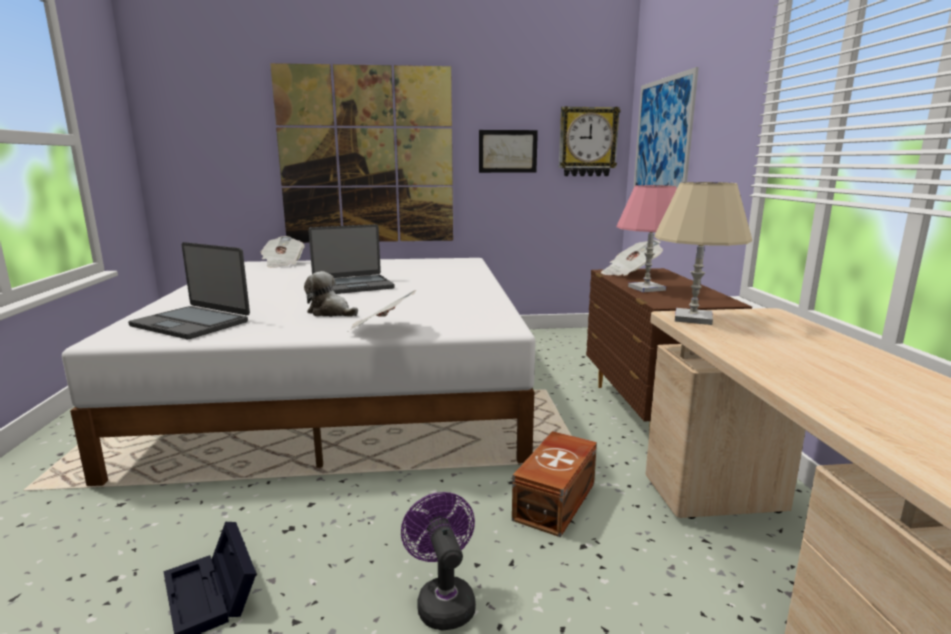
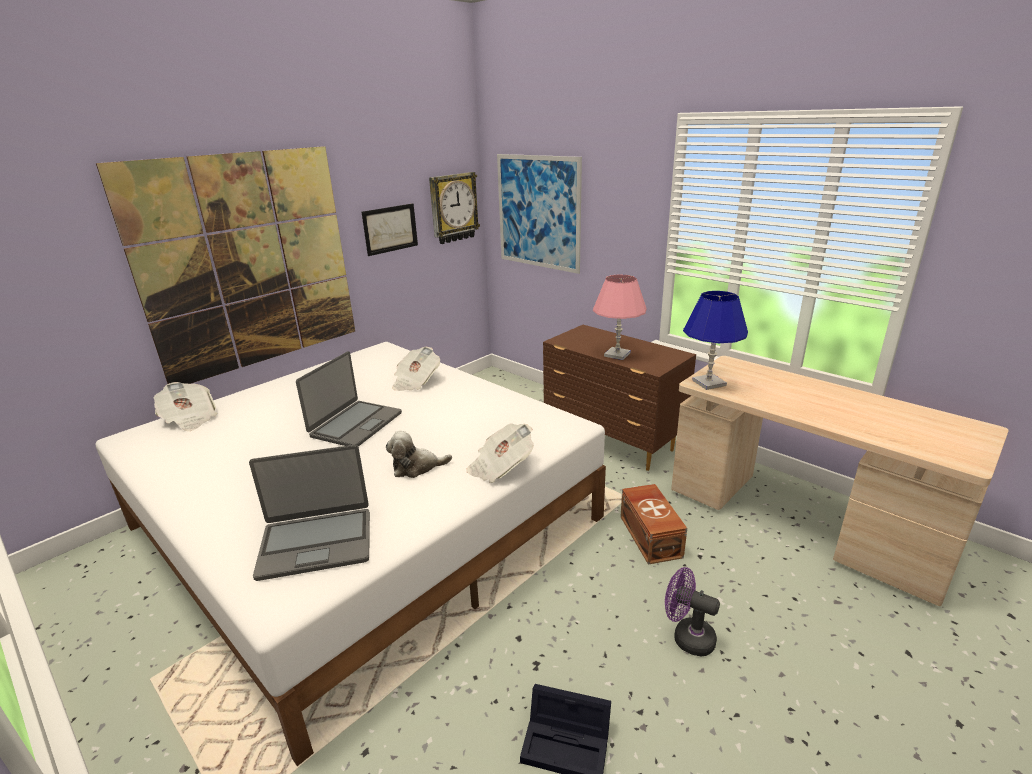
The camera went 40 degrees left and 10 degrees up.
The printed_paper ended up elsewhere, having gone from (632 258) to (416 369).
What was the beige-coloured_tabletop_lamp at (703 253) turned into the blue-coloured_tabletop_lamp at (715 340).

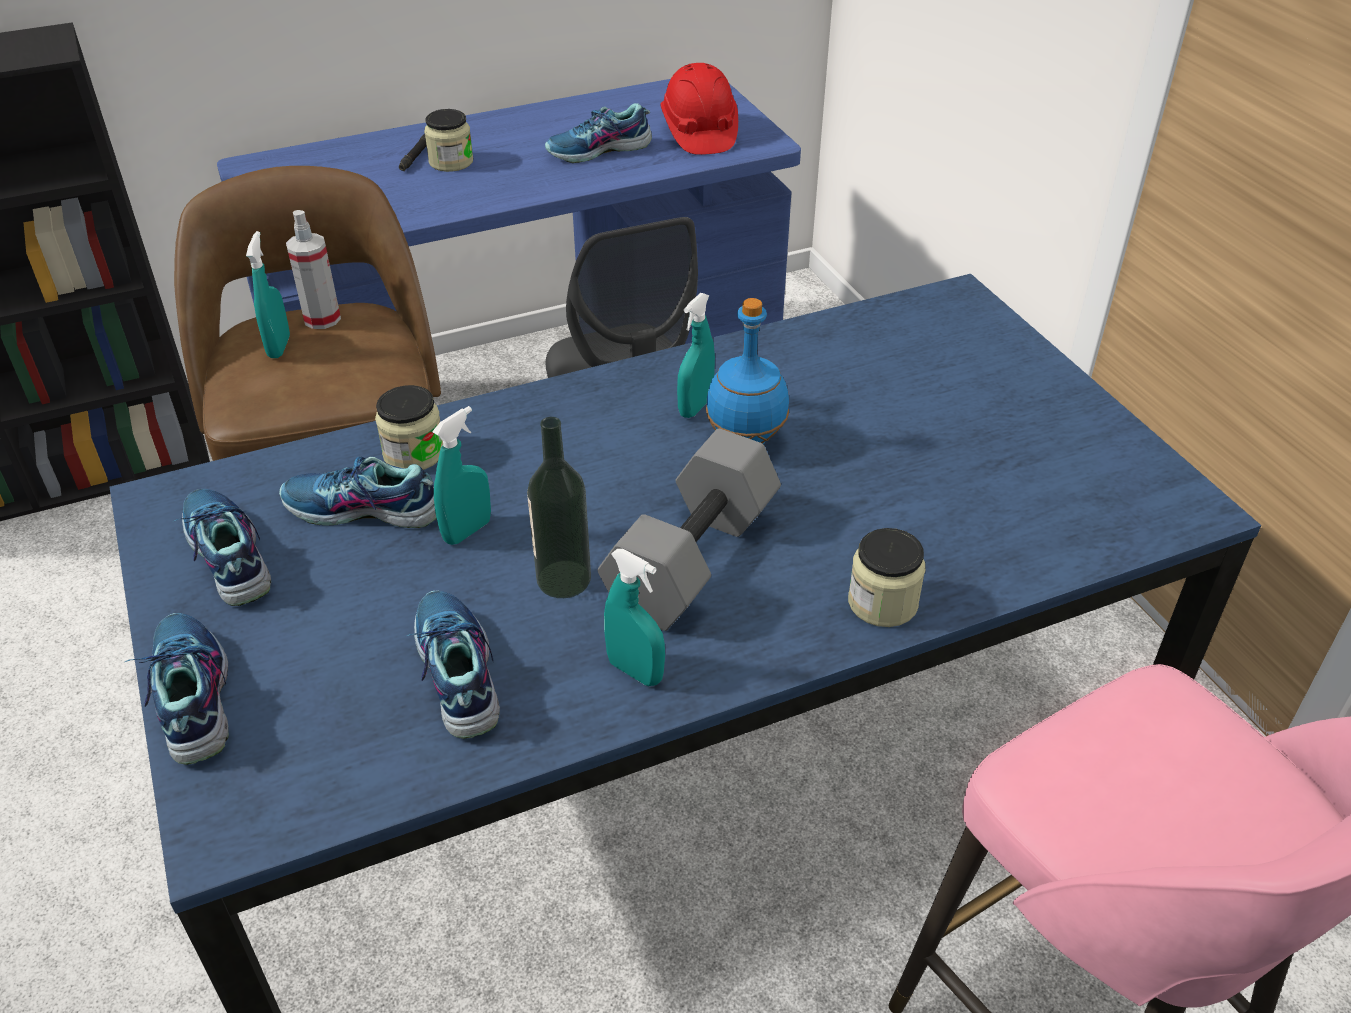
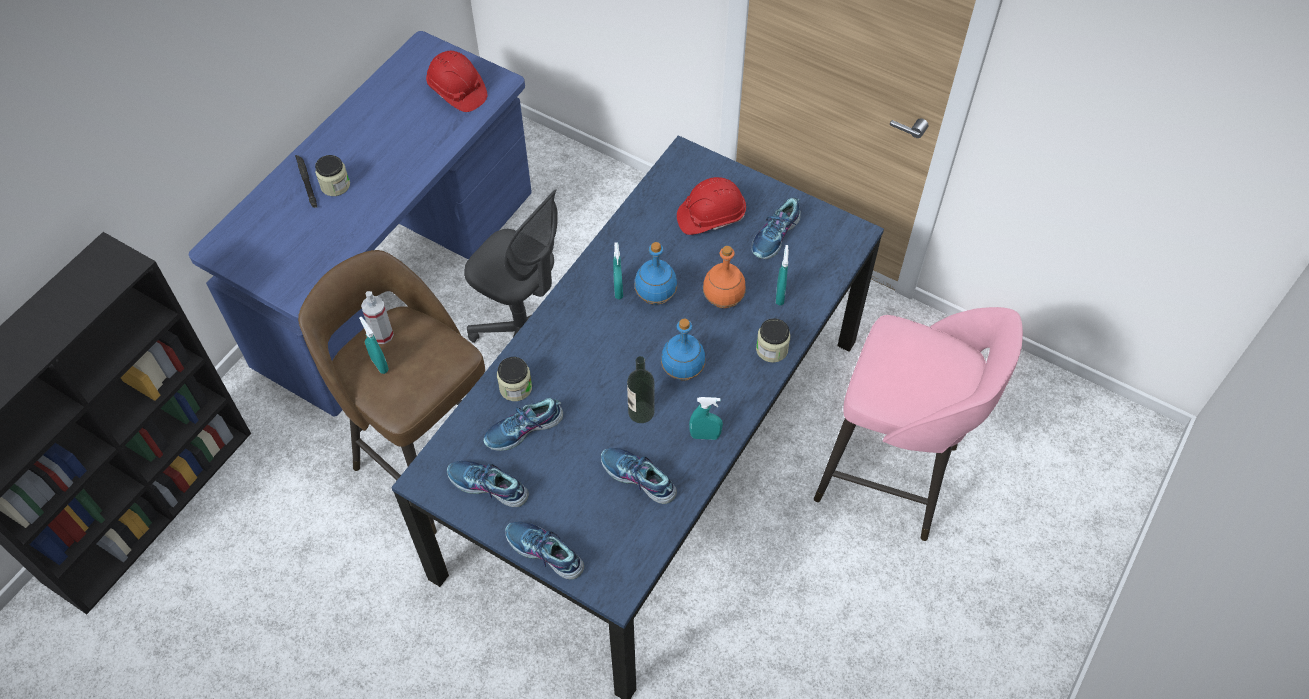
The camera went 35 degrees left and 15 degrees up.
The turquoise_hand_sprayer ended up elsewhere, having gone from (461 475) to (782 275).
The item_of_footwear ended up elsewhere, having gone from (598 133) to (776 228).
Where the gray_dumbbell stood at (689 530), the blue-coloured_beverage_bottle came to stand at (683 350).
The second view gained the reddish_work_helmet at (711 206).
The second view gained the orangey_beverage_bottle at (724 277).

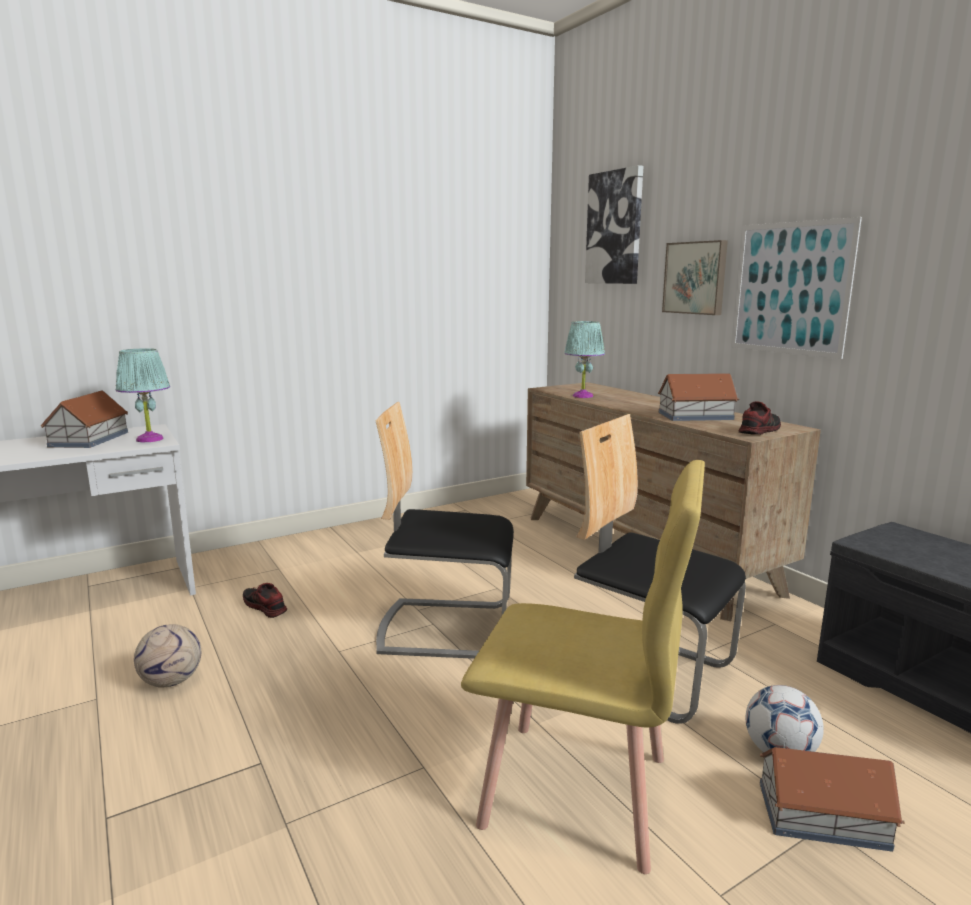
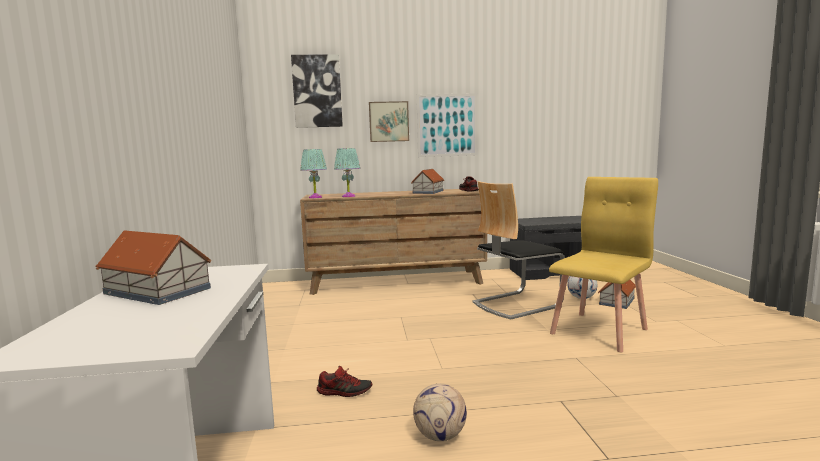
The camera went 65 degrees left and 5 degrees down.
The turquoise_tabletop_lamp ended up elsewhere, having gone from (143 395) to (314 173).
The item_of_footwear at (265 600) ended up facing another way, 150 degrees counterclockwise from before.
The second view lost the chair at (445 530).

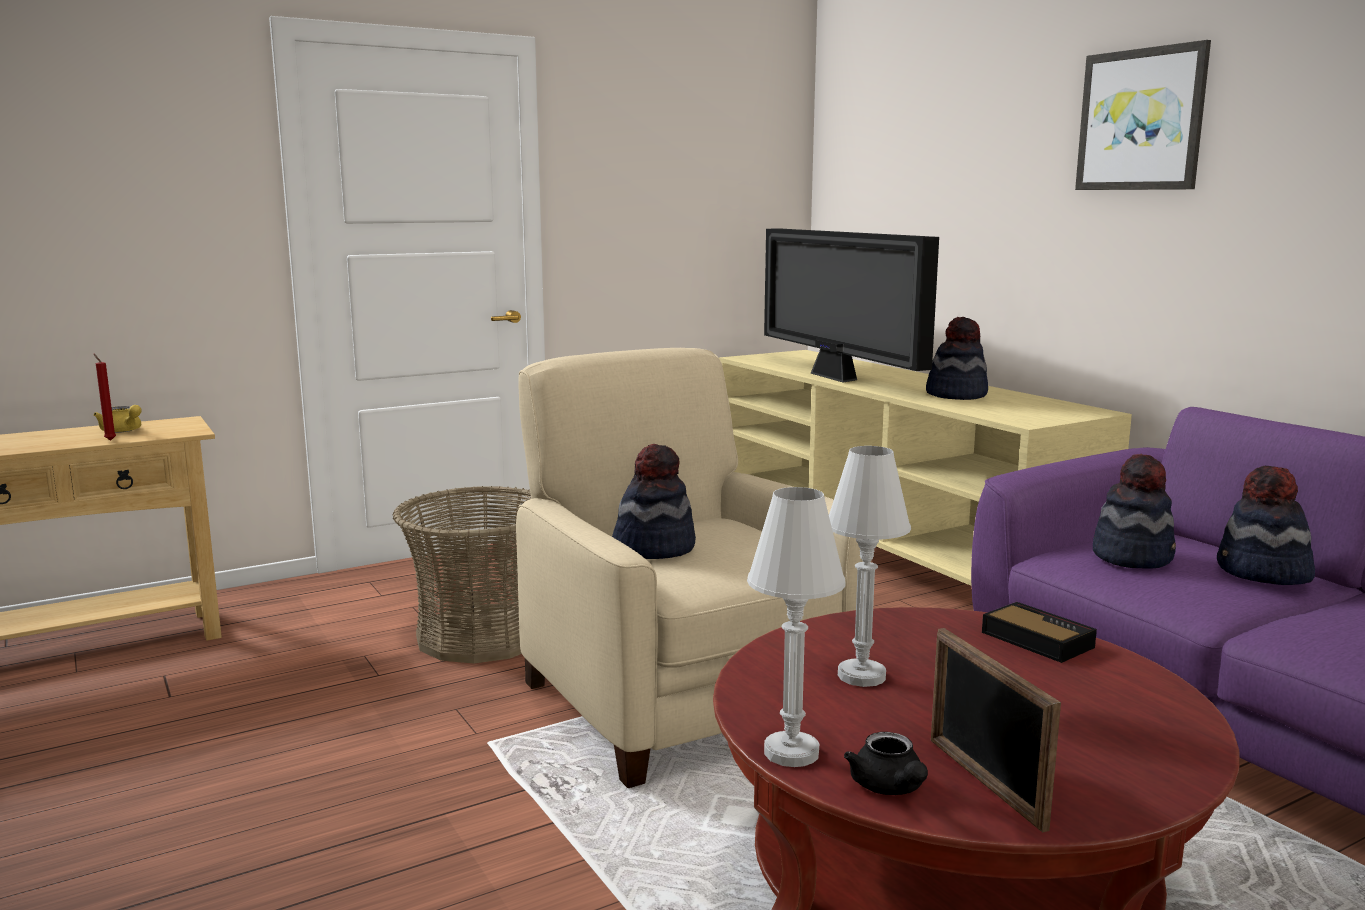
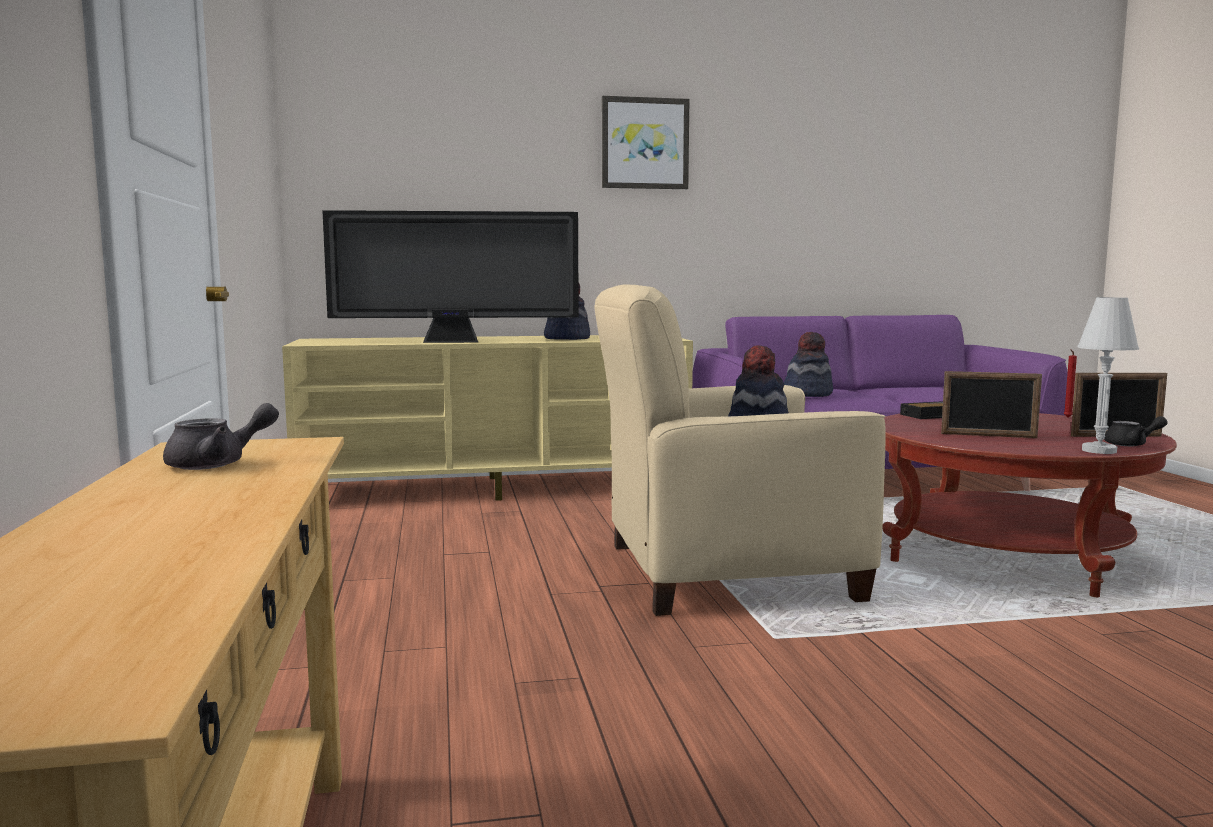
The camera went 70 degrees left and 5 degrees down.
The reddish_candle ended up elsewhere, having gone from (105 397) to (1070 383).
What was the yellow-coloured_teapot at (118 419) turned into the gray_teapot at (221 436).
The second view lost the storage_basket at (462 574).
Where the white_tabletop_lamp stood at (870 566), the photo_frame came to stand at (991 404).
The second view lost the hat at (1266 525).

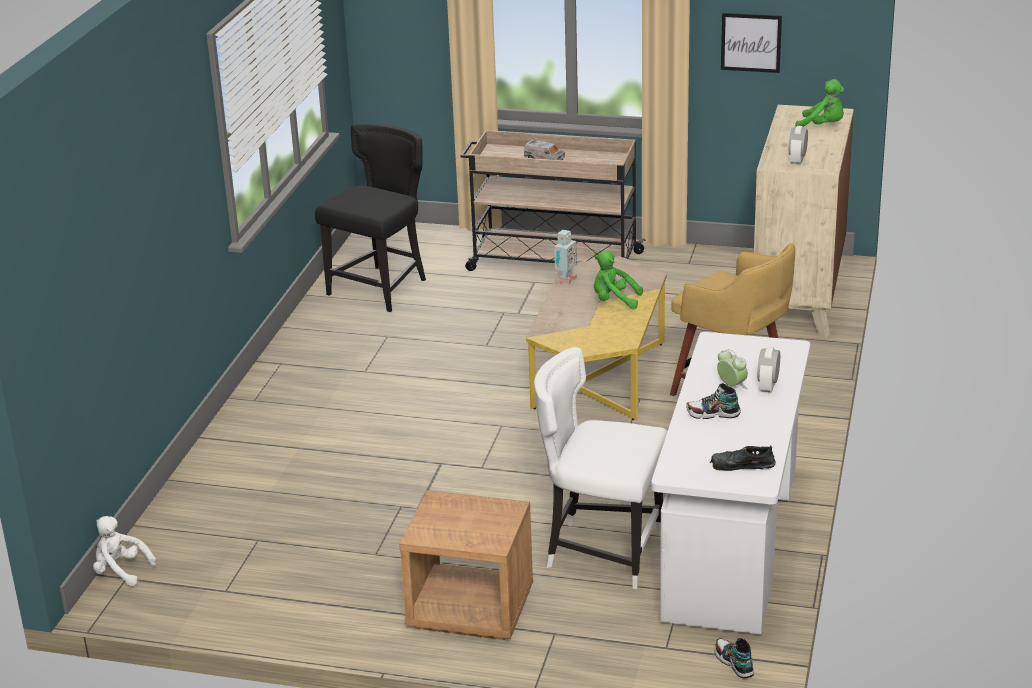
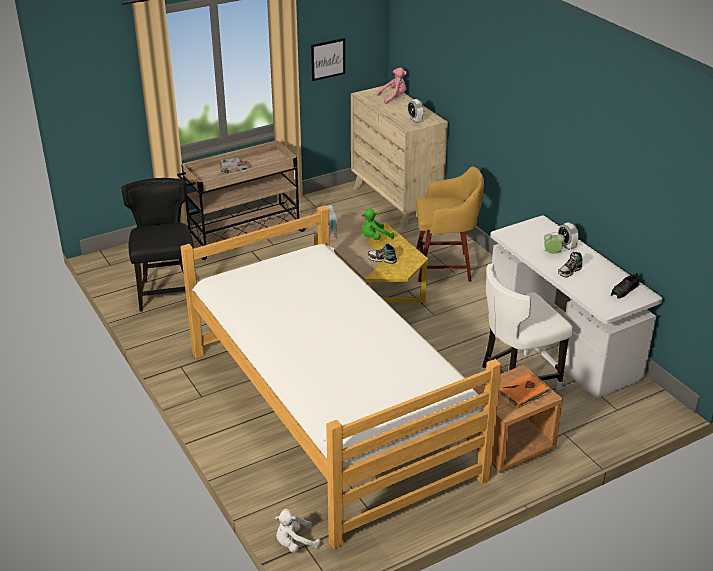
The camera went 45 degrees left and 5 degrees up.
The item_of_footwear ended up elsewhere, having gone from (734 658) to (382 254).
What was the green_plush_toy at (820 103) turned into the pink-coloured_plush_toy at (392 86).
The second view gained the bedroom_bed at (341 377).
The second view gained the orangey_volume at (525 390).

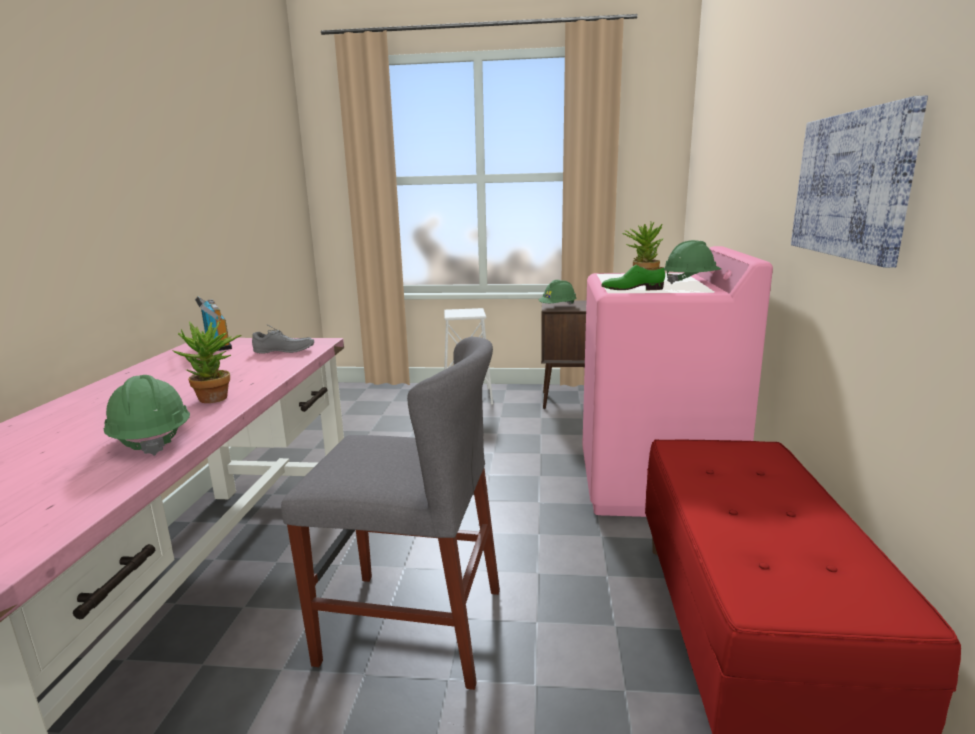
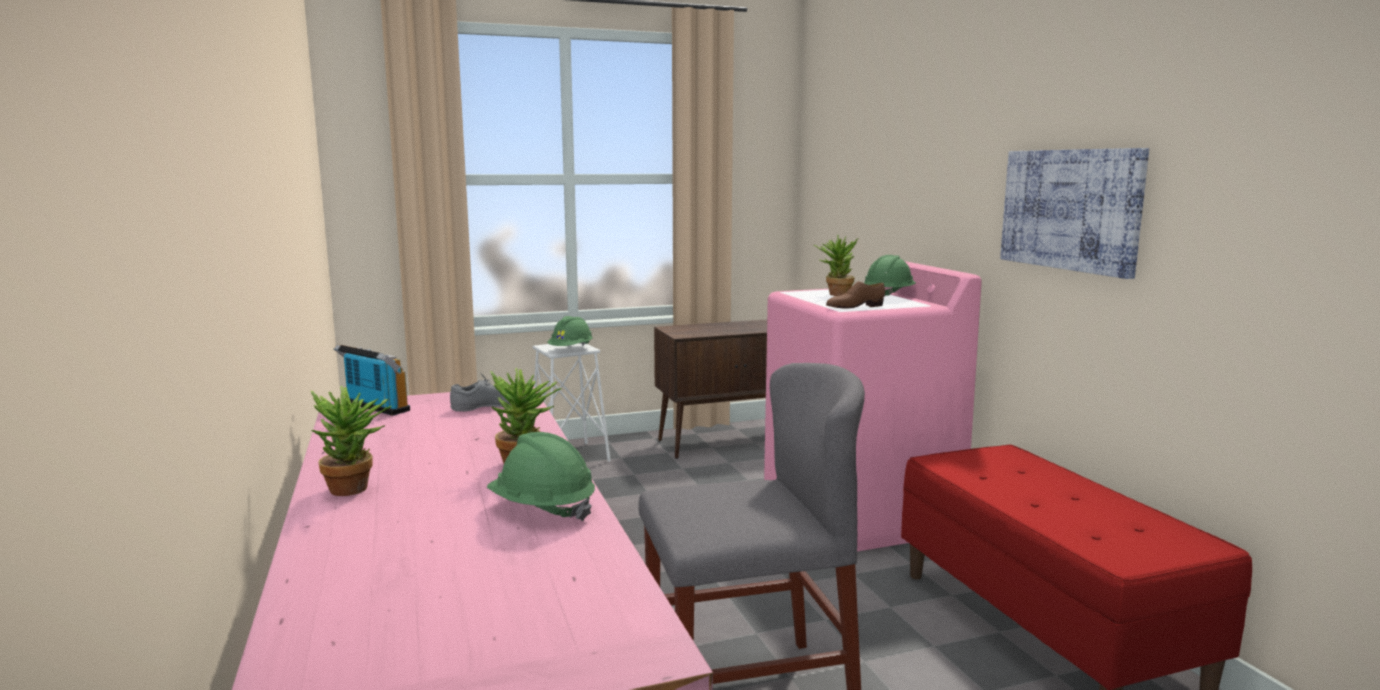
The camera went 25 degrees left and 5 degrees down.
The green_work_helmet ended up elsewhere, having gone from (557 292) to (570 331).
What was the green_item_of_footwear at (633 277) turned into the brown-coloured_item_of_footwear at (855 294).
The second view gained the plant_in_a_pot at (351 441).

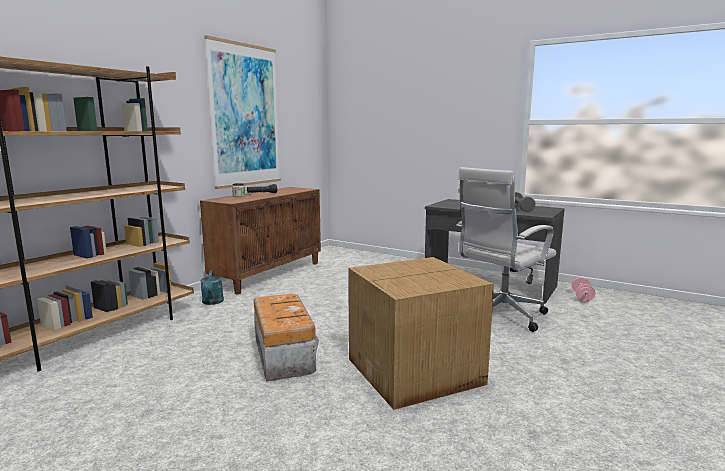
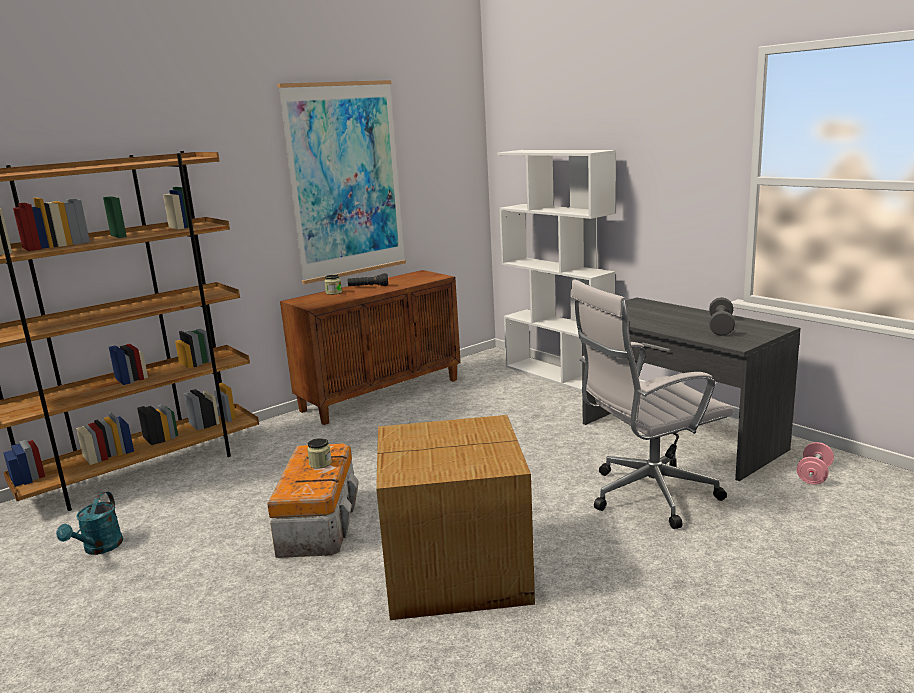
The camera went 20 degrees right and 5 degrees up.
The turquoise_sprinkling_can ended up elsewhere, having gone from (212 287) to (89 523).
The second view gained the jar at (319 453).
The second view gained the white_bookcase at (556 271).

